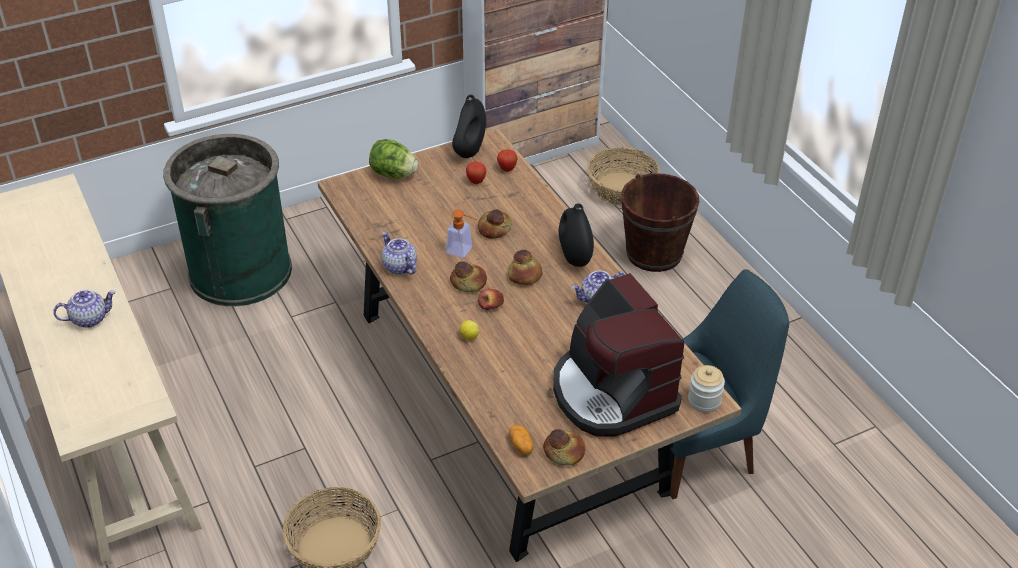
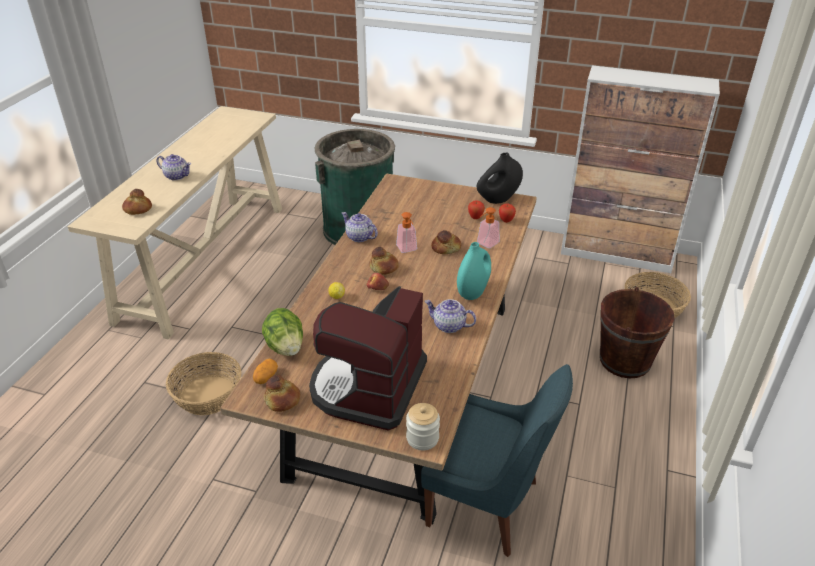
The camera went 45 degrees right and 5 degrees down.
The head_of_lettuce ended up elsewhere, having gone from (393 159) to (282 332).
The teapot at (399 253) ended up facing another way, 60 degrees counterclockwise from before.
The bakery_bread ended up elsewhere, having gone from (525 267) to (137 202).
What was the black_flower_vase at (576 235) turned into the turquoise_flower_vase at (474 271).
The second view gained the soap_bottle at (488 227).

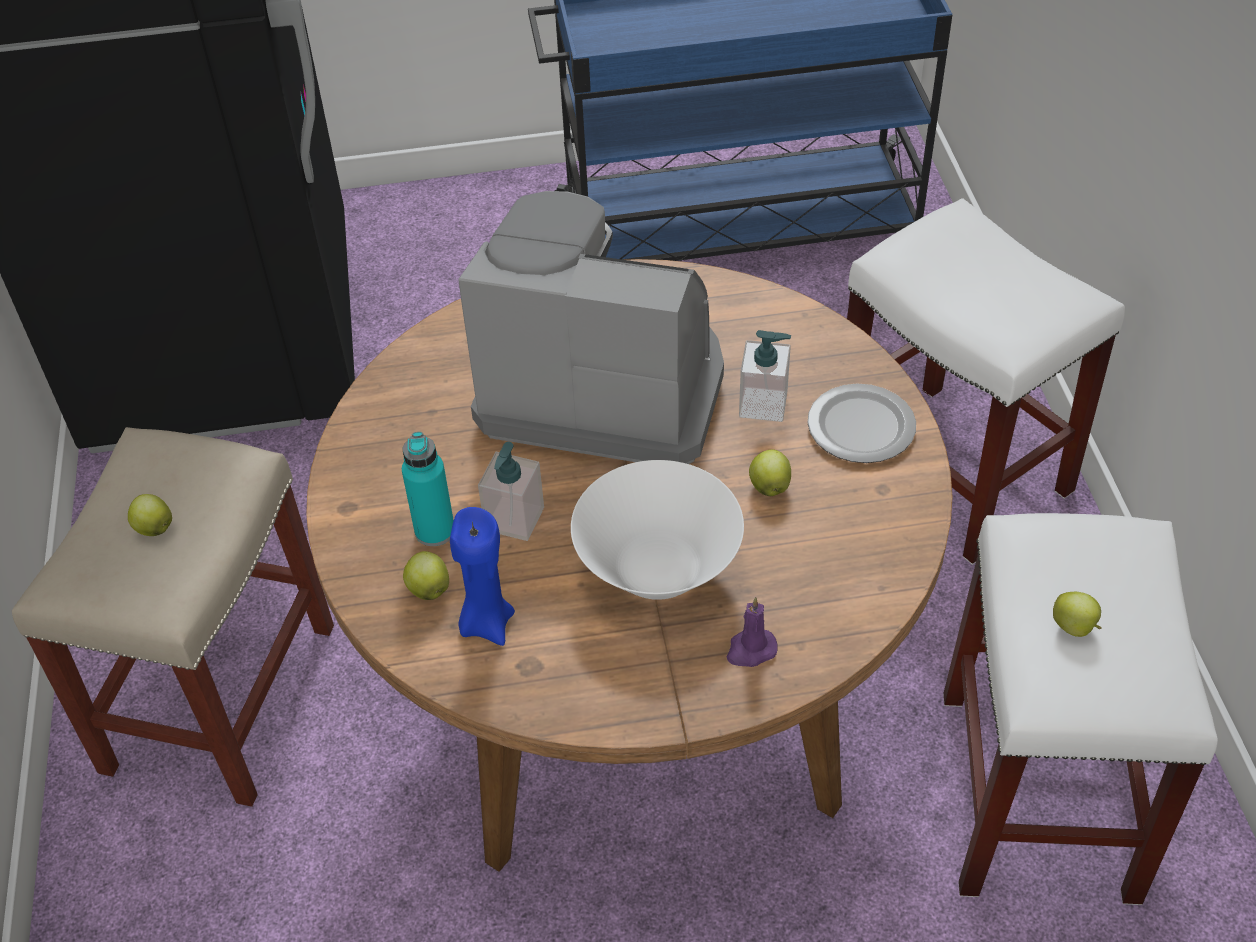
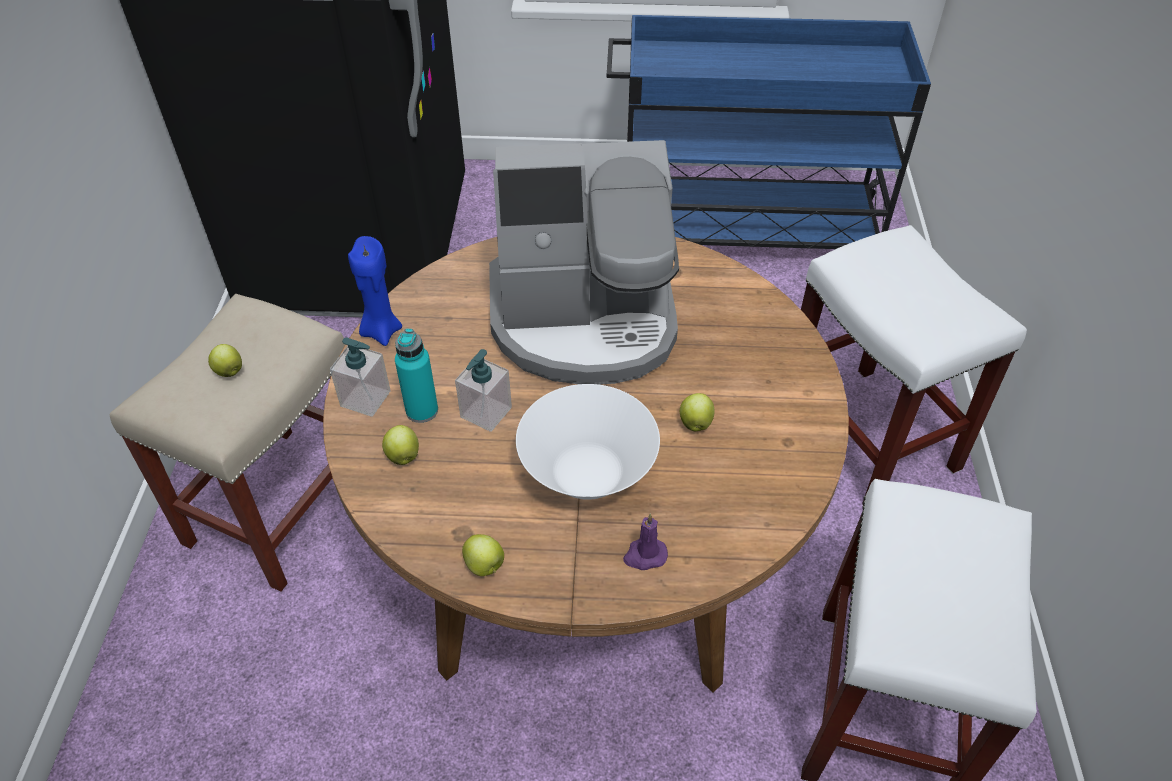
The camera went 10 degrees right and 0 degrees up.
The blue-coloured_candle ended up elsewhere, having gone from (482 576) to (375 291).
The coffee_brewer at (591 327) ended up facing another way, 150 degrees clockwise from before.
The soap_bottle ended up elsewhere, having gone from (765 376) to (360 377).
The second view lost the plate at (861 423).
The apple ended up elsewhere, having gone from (1077 614) to (483 555).

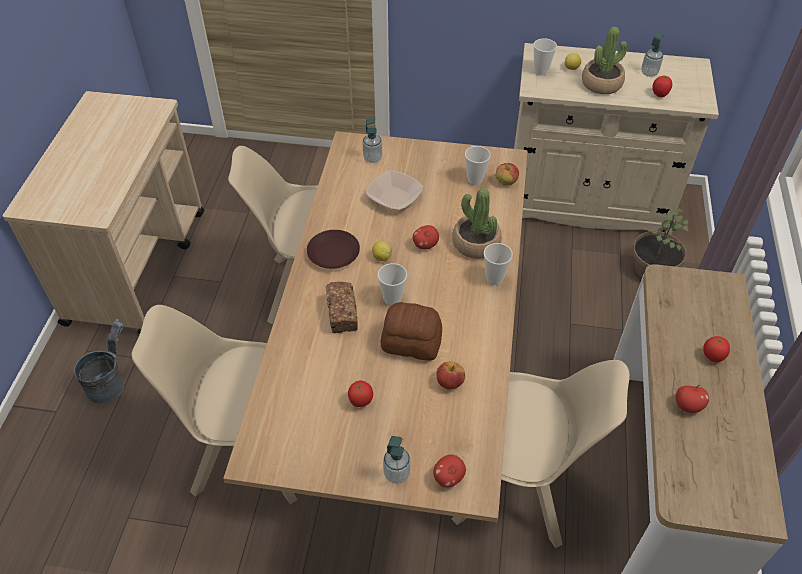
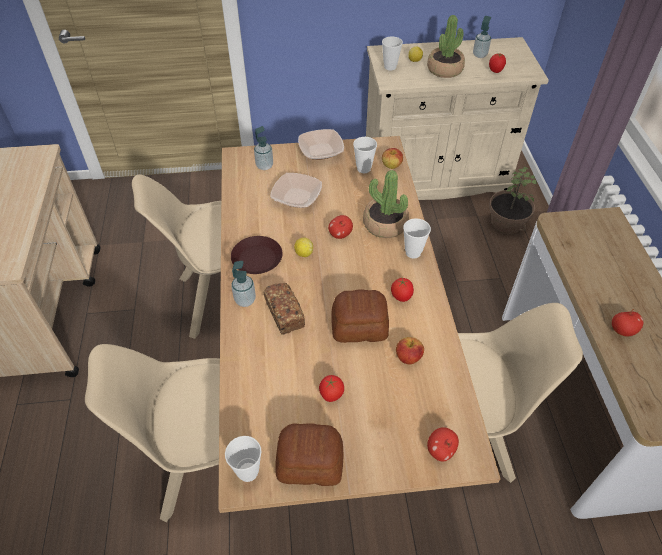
The camera went 15 degrees left and 0 degrees up.
The second view lost the gray_water_bucket at (99 361).
The small_cup ended up elsewhere, having gone from (392 284) to (243 459).
The soap_bottle ended up elsewhere, having gone from (396 460) to (244 284).
The fresh_tomato ended up elsewhere, having gone from (716 349) to (402 290).
The second view gained the bakery_bread at (309 454).
The second view gained the bowl at (321 144).

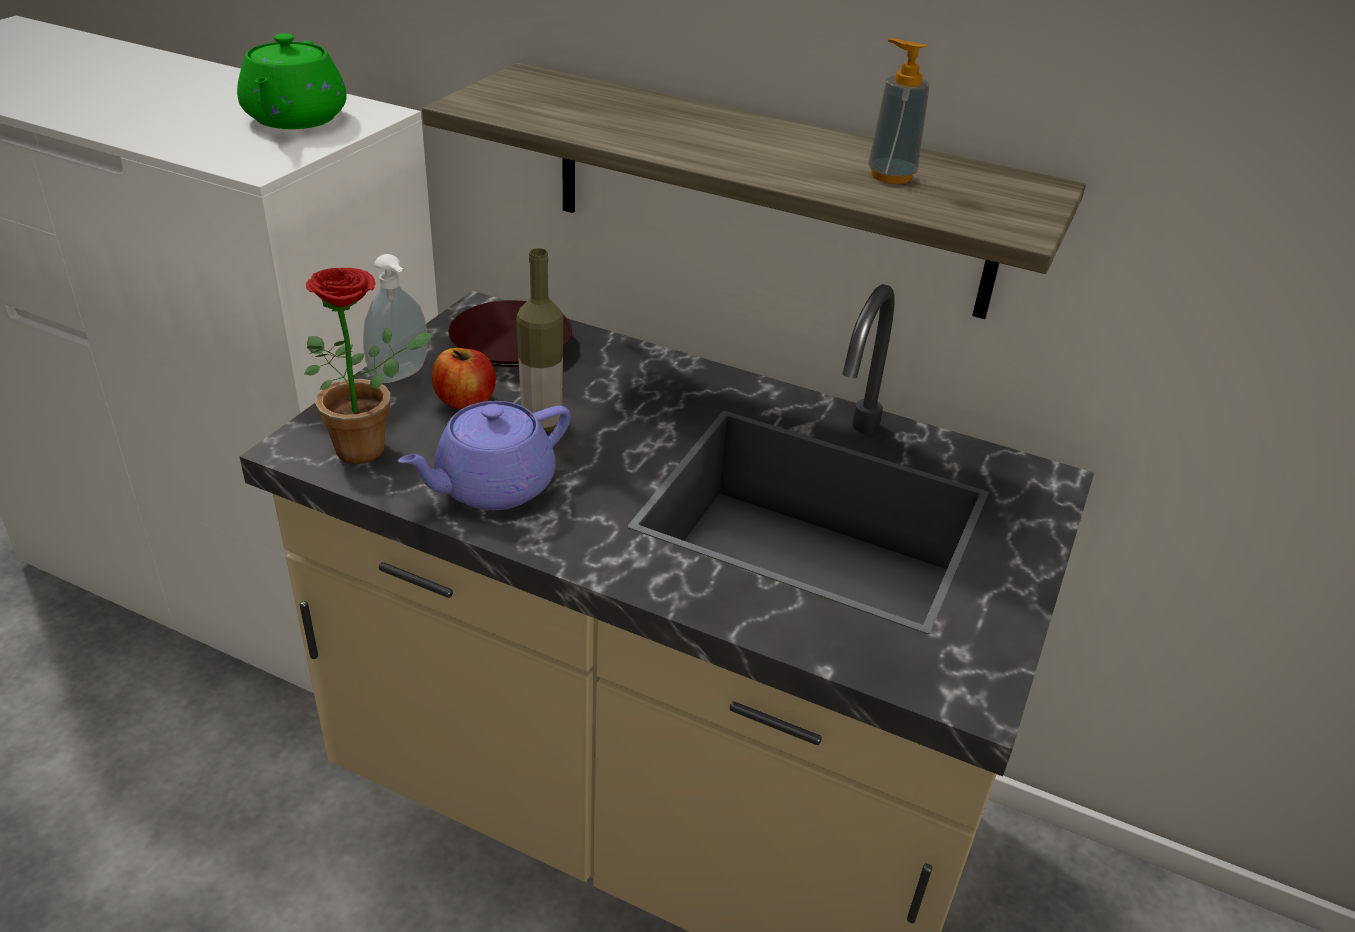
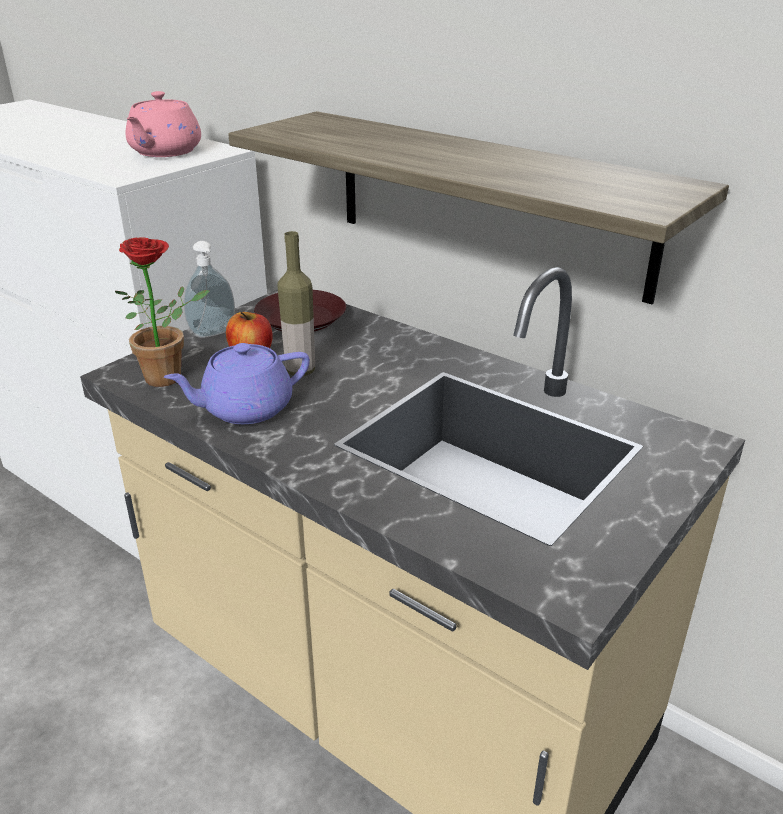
The camera went 15 degrees right and 5 degrees down.
What was the green_teapot at (291 81) turned into the pink-coloured_teapot at (163 124).
The second view lost the soap_bottle at (899 111).

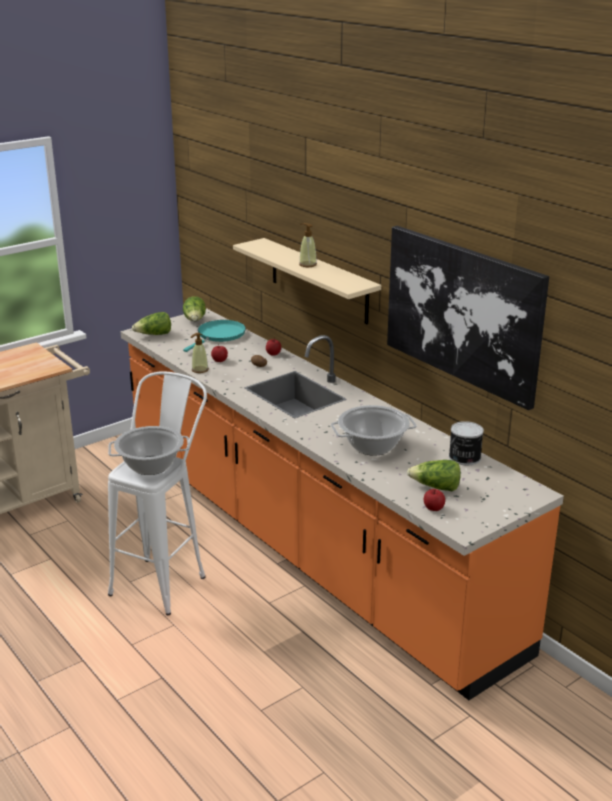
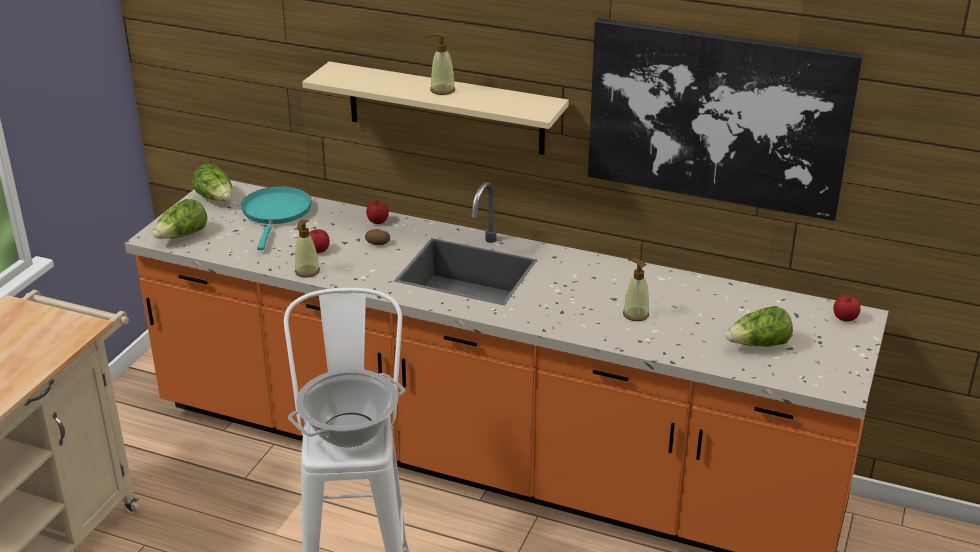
The camera went 30 degrees left and 5 degrees up.
Where the stockpot stood at (374 430), the soap_bottle came to stand at (636 289).
The apple ended up elsewhere, having gone from (434 500) to (847 308).
The second view lost the sealed_can at (466 443).

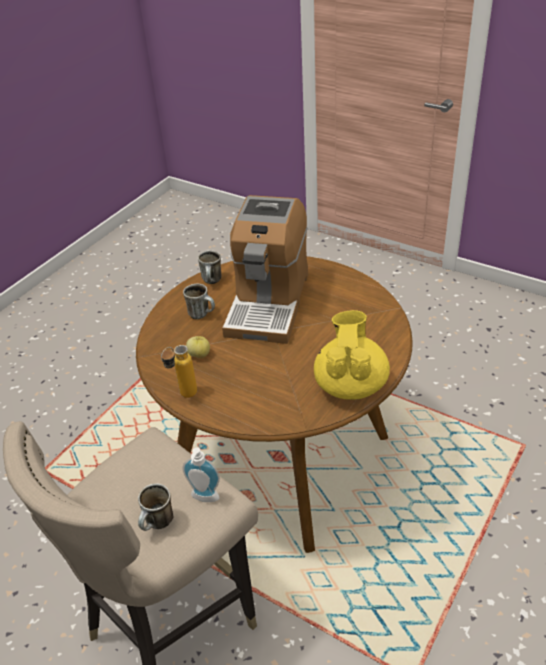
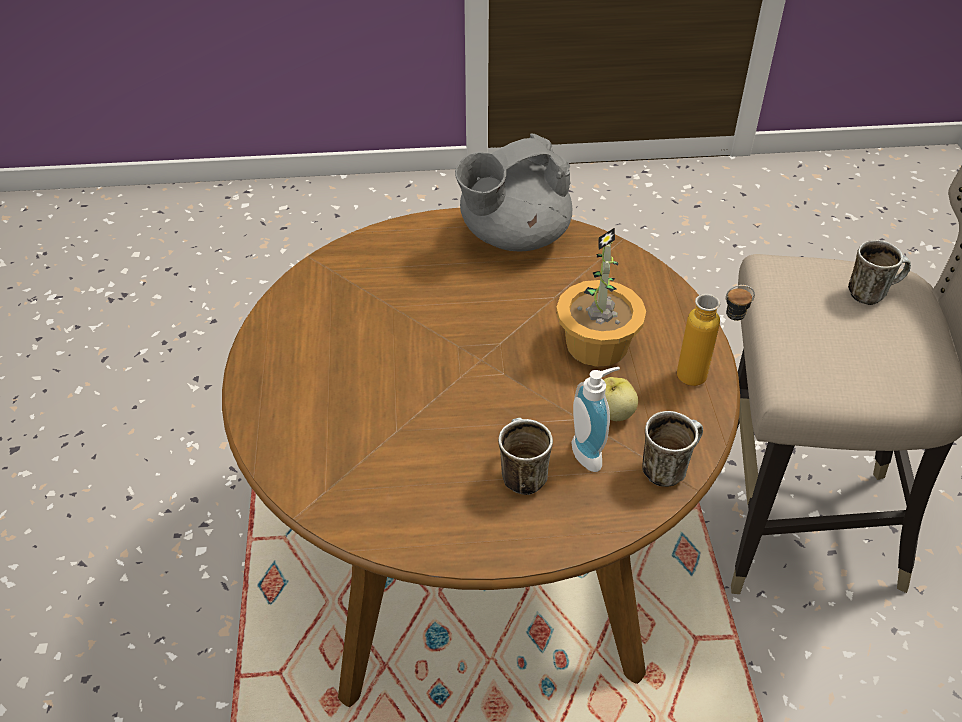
The camera went 130 degrees left and 5 degrees up.
The soap_bottle ended up elsewhere, having gone from (201 474) to (595 419).
The tea_mug ended up elsewhere, having gone from (209 267) to (673 449).
The second view lost the coffee_brewer at (265 269).
What was the yellow-coloured_teapot at (352 355) turned into the gray_teapot at (513 192).
The second view gained the plant_in_a_pot at (601 297).

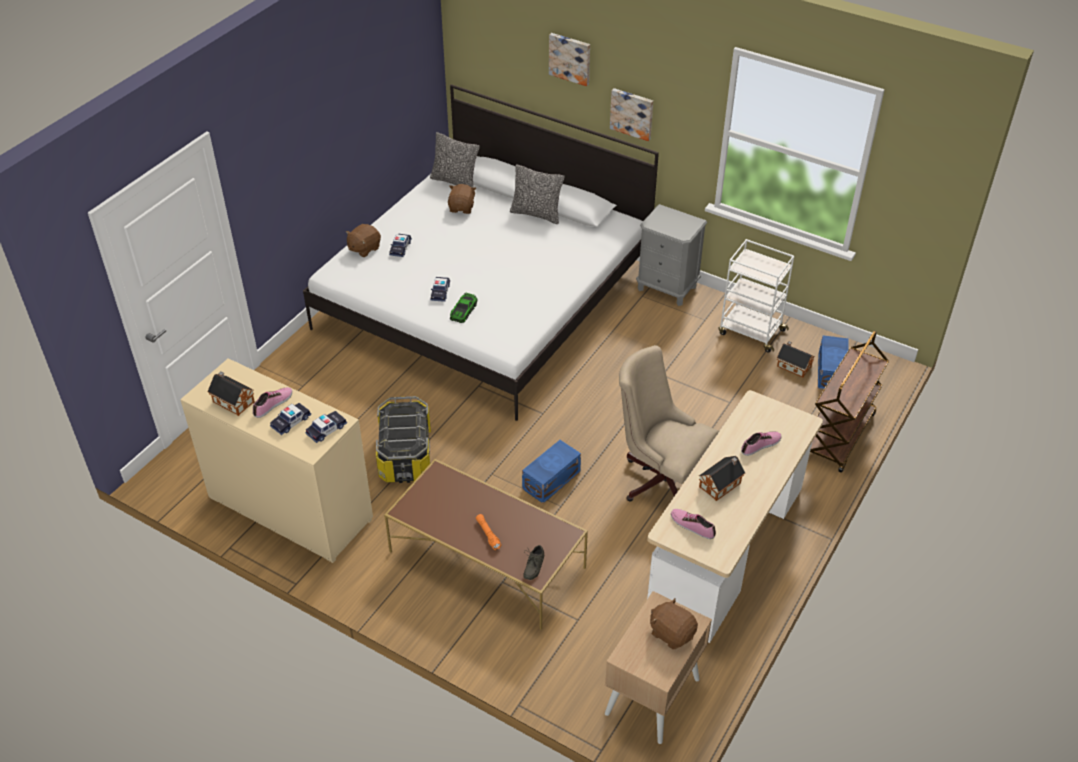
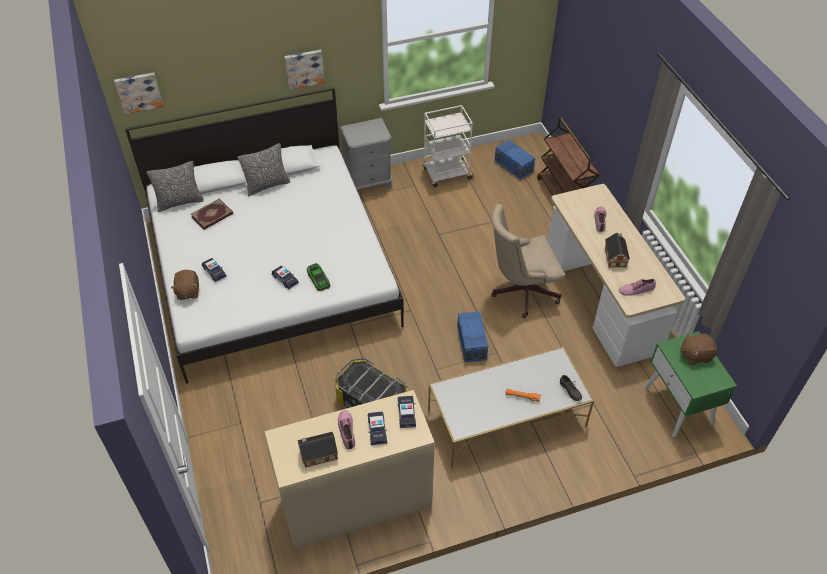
The camera went 50 degrees left and 5 degrees up.
What was the brown-coloured_lounge_table at (486 544) turned into the white_lounge_table at (511 407).
Where the brown-coloured_plush_toy stood at (462 199), the volume came to stand at (211 214).
The wall_art ended up elsewhere, having gone from (569 59) to (138 93).
What was the beige-coloured_bedside_table at (658 667) turned into the green_bedside_table at (690 384).
The second view lost the miniature_house at (795 359).

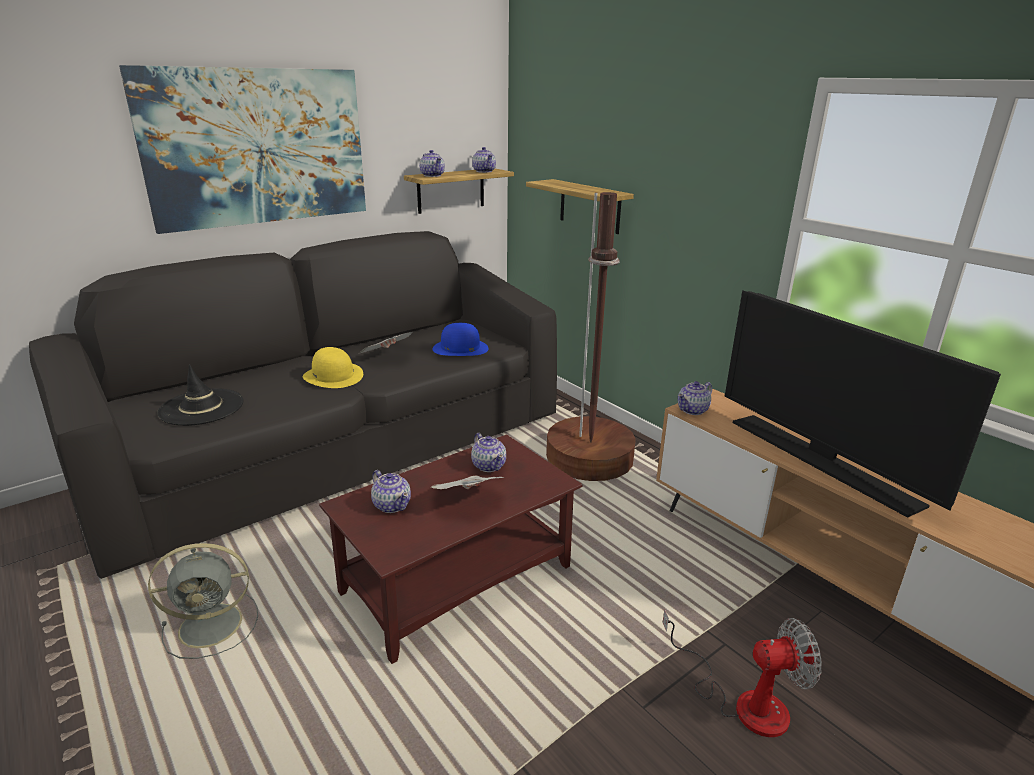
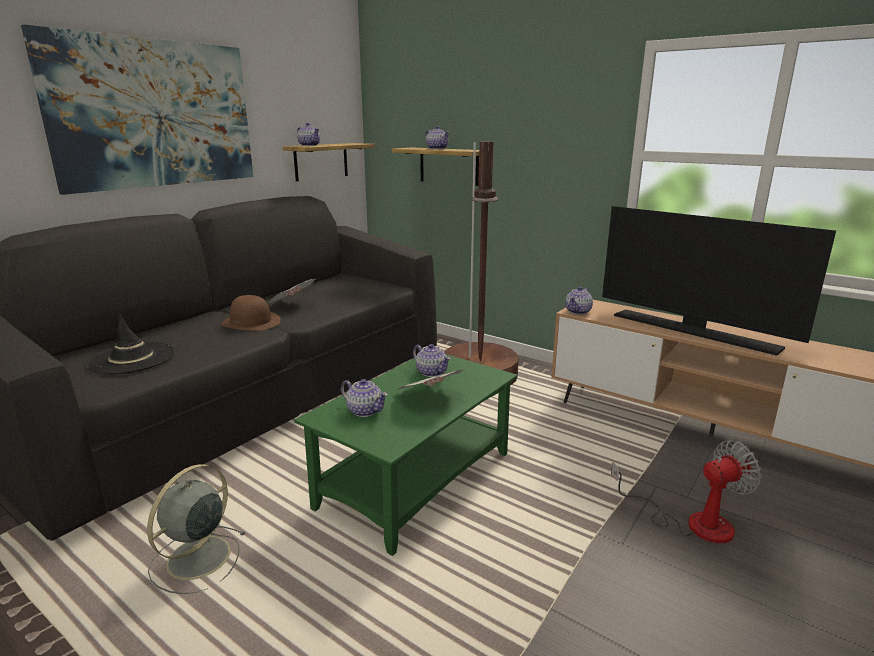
The camera went 15 degrees left and 5 degrees down.
The gray_fan at (203 601) ended up facing another way, 150 degrees clockwise from before.
What was the yellow-coloured_hat at (333 367) turned into the brown-coloured_hat at (251 313).
What was the brown-coloured_lounge_table at (450 549) turned into the green_lounge_table at (406 455).
The second view lost the blue-coloured_hat at (460 339).
The teapot ended up elsewhere, having gone from (484 160) to (437 137).

